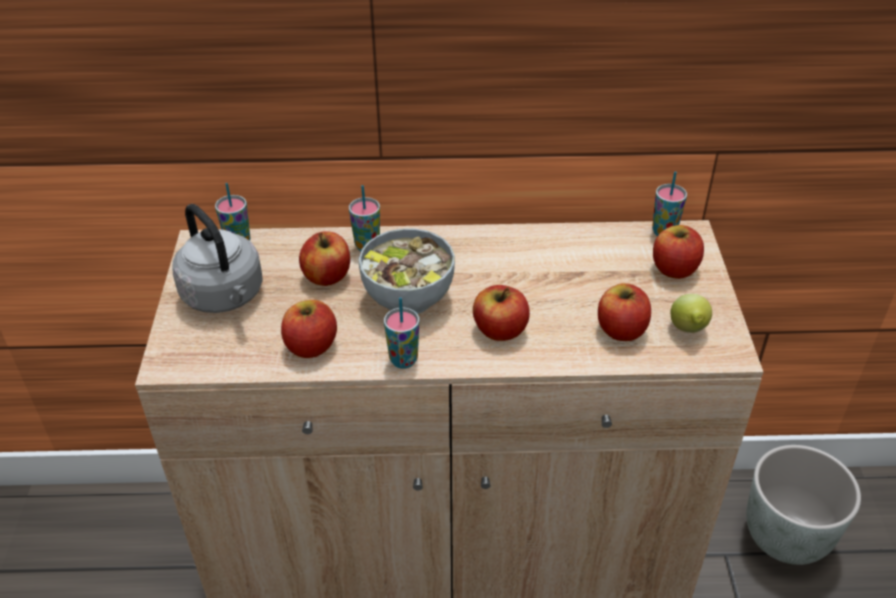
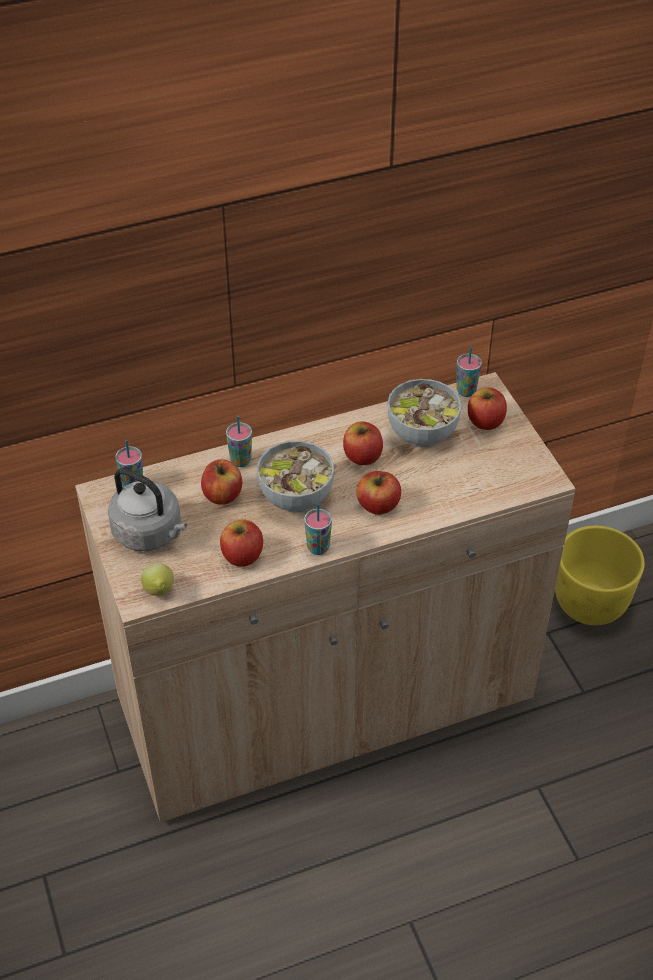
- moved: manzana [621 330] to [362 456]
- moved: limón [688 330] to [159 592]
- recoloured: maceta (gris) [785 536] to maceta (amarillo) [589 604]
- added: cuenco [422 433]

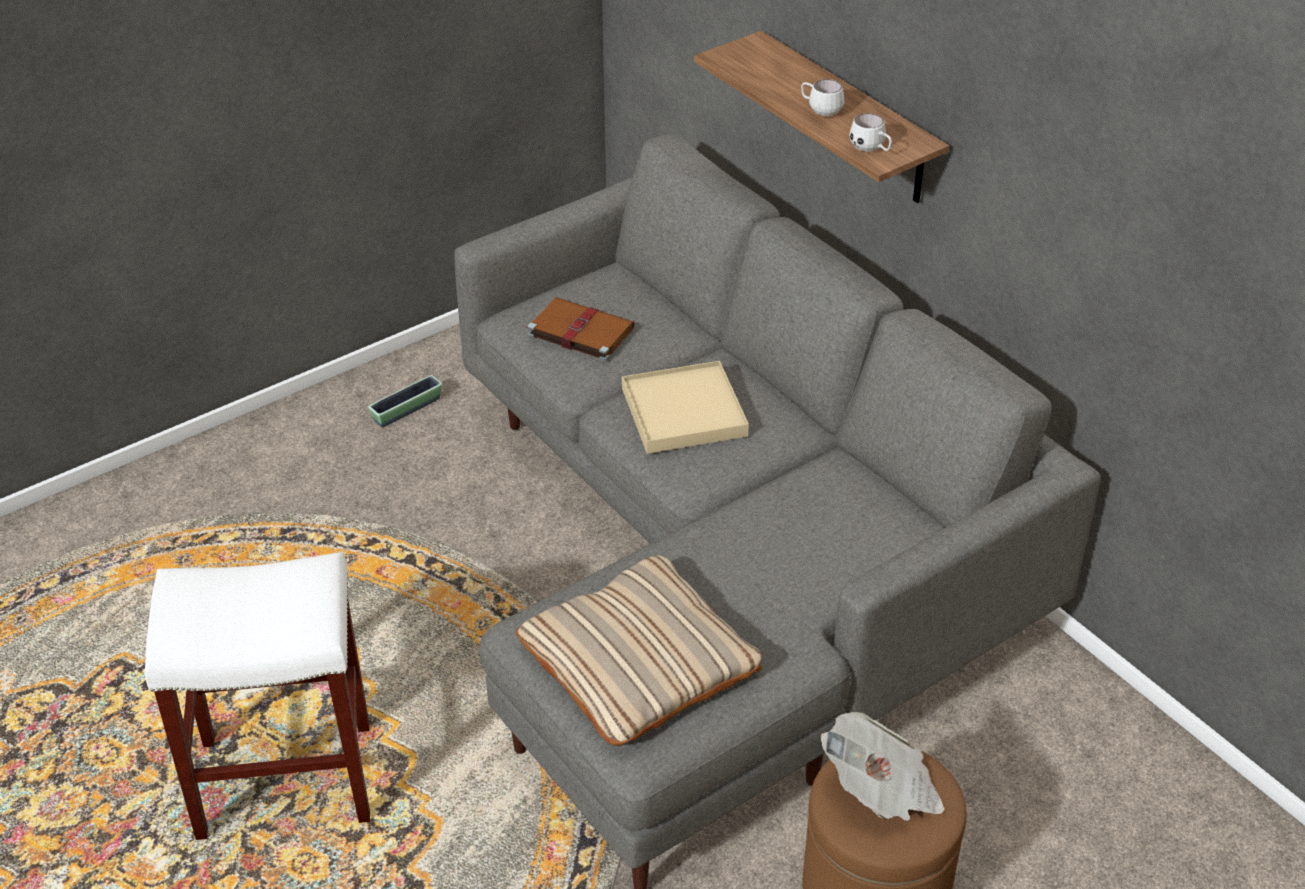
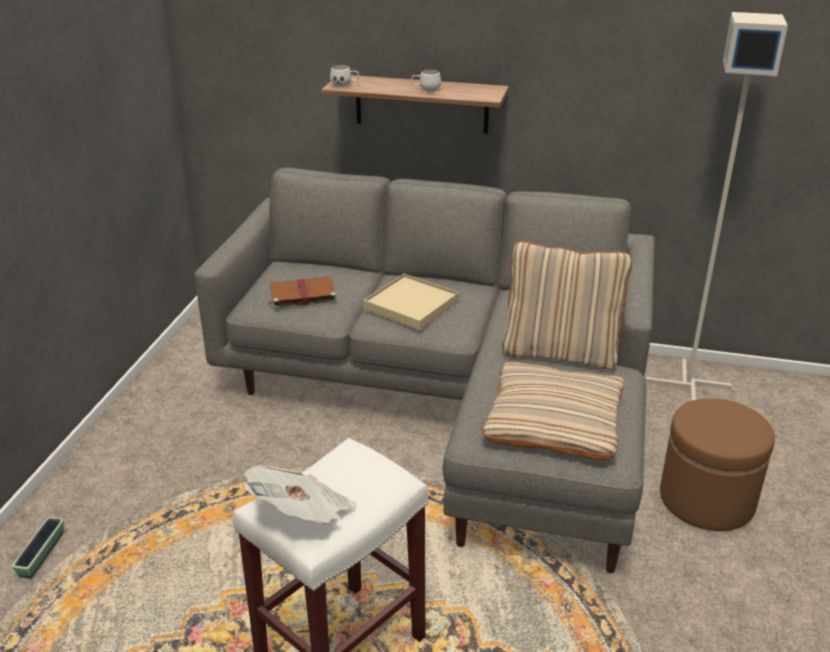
- moved: maceta [407 410] to [42 554]
- moved: periódico [881 790] to [302 515]
- moved: taza grande (blanco) [871 149] to [345 85]
- added: cojín (beis) [560 352]
- added: lámpara de pie (gris) [687 383]

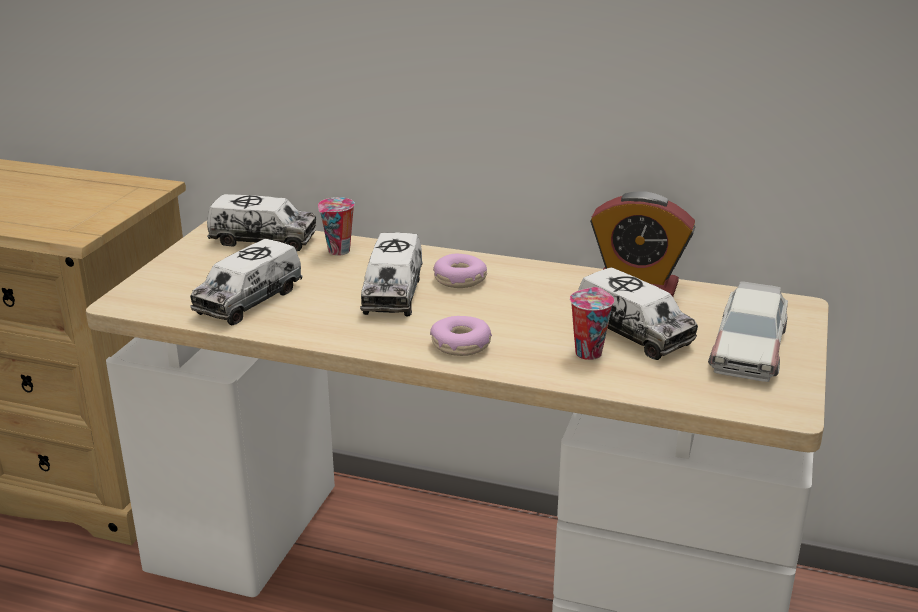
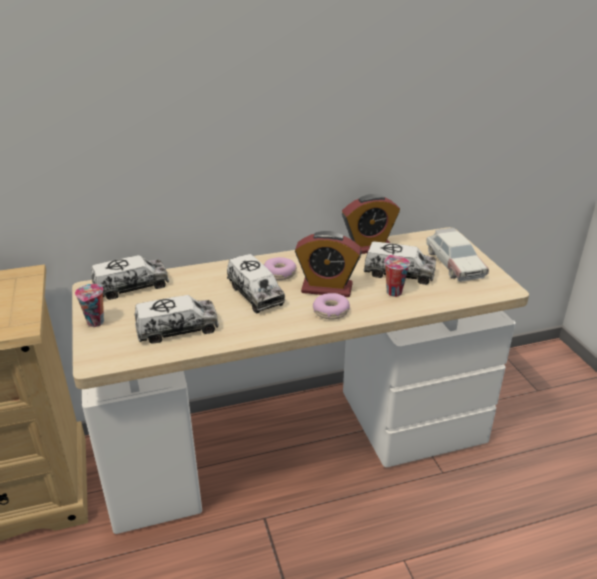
- turned: camión de juguete [249 300] = [177 329] 105 degrees counterclockwise
- moved: taza [338 251] to [96 323]
- added: despertador [327 288]

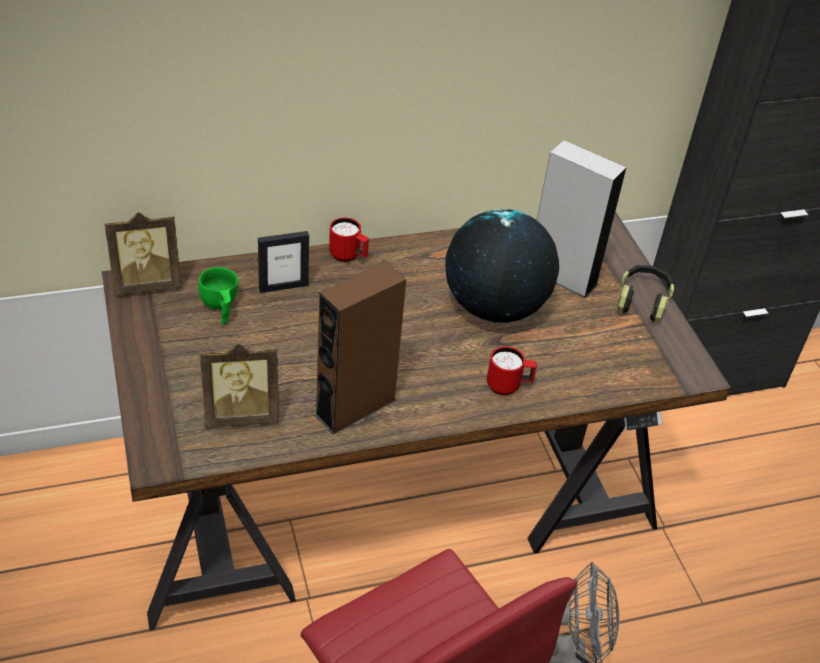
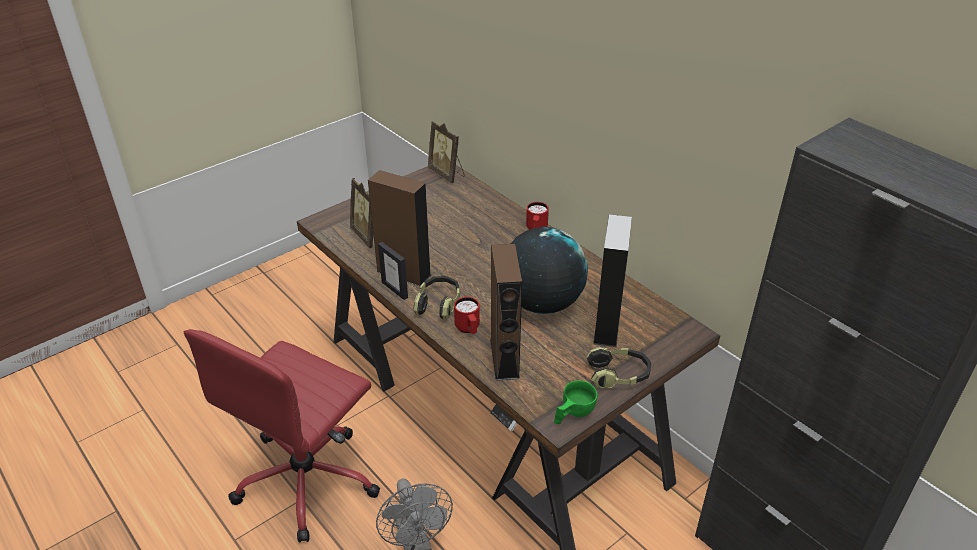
- moved: taza (verde) [220 308] to [572 414]
- moved: portarretratos [283 286] to [395 290]
- added: auriculares [438 304]
- added: altavoz (marrón) [504 358]

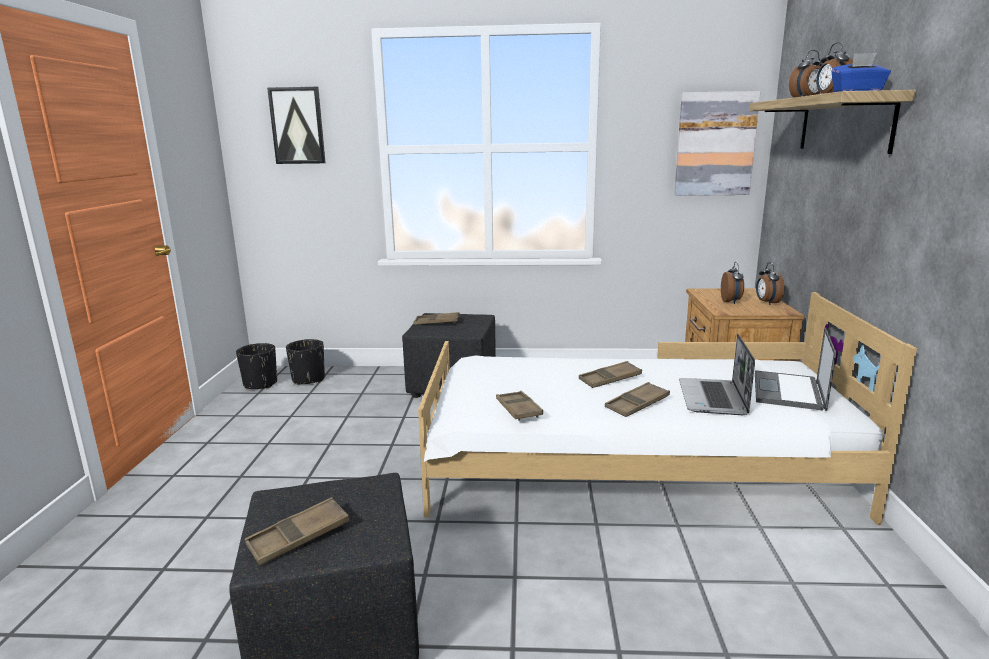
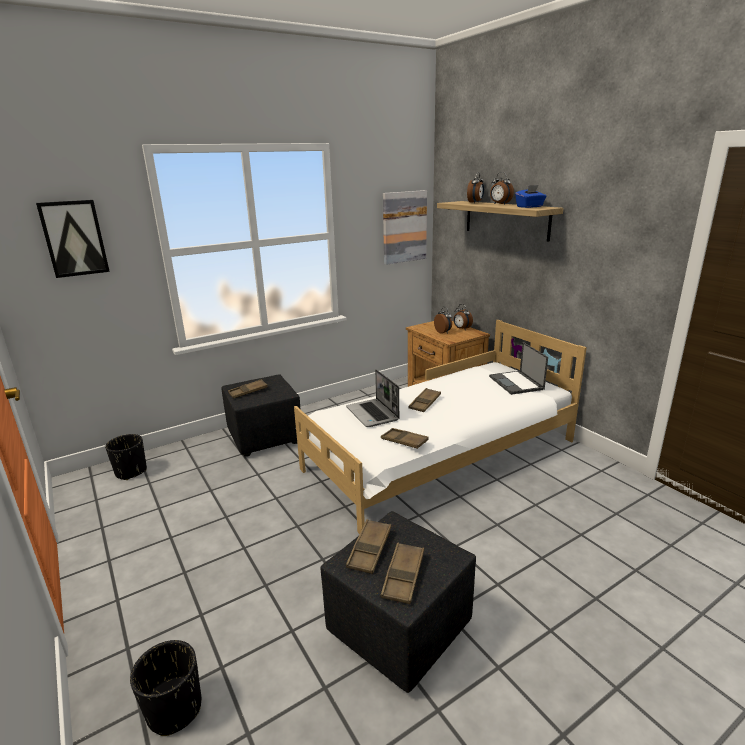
- moved: maceta (negro) [260 384] to [174 709]
- moved: bandeja (marrón) [637 404] to [369 549]
- moved: portátil [713 398] to [373 414]

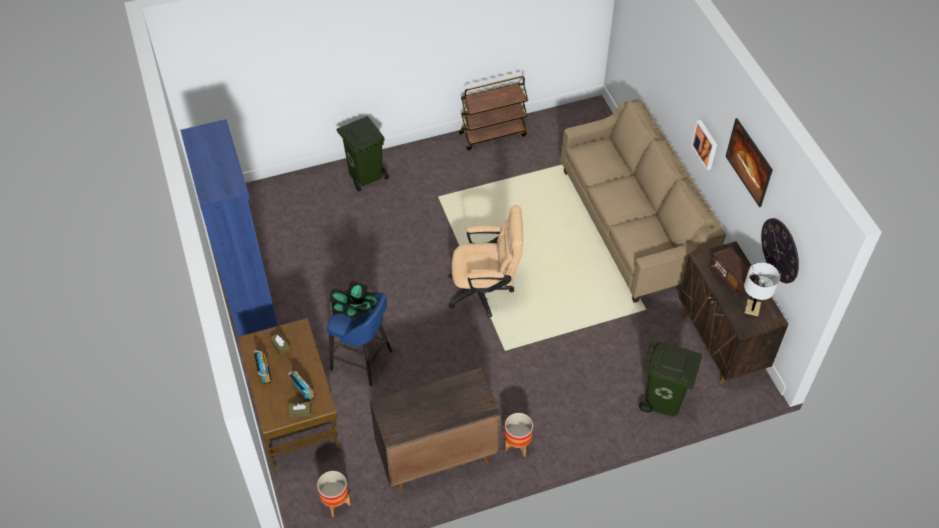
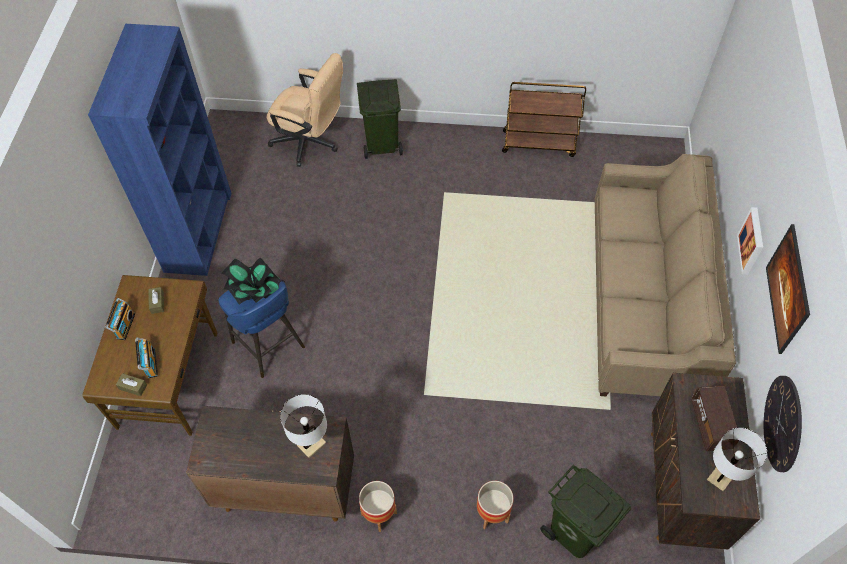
- moved: maceta [336 503] to [492 514]
- moved: silla de oficina (beis) [486 291] to [311 143]
- added: lámpara de mesa (blanco) [311 444]

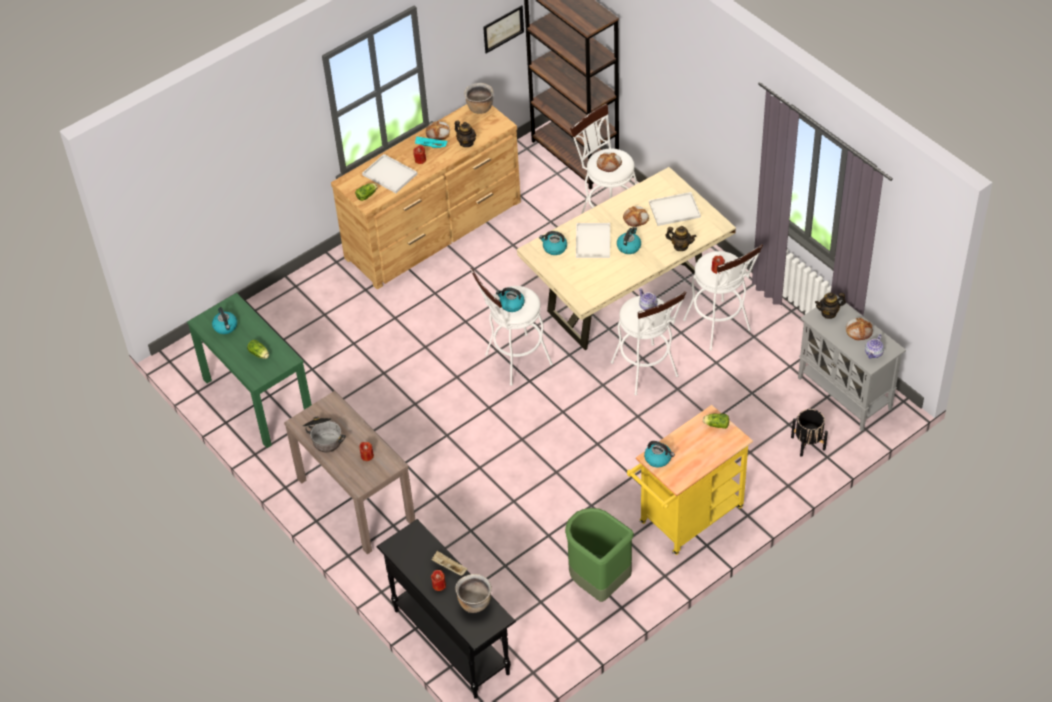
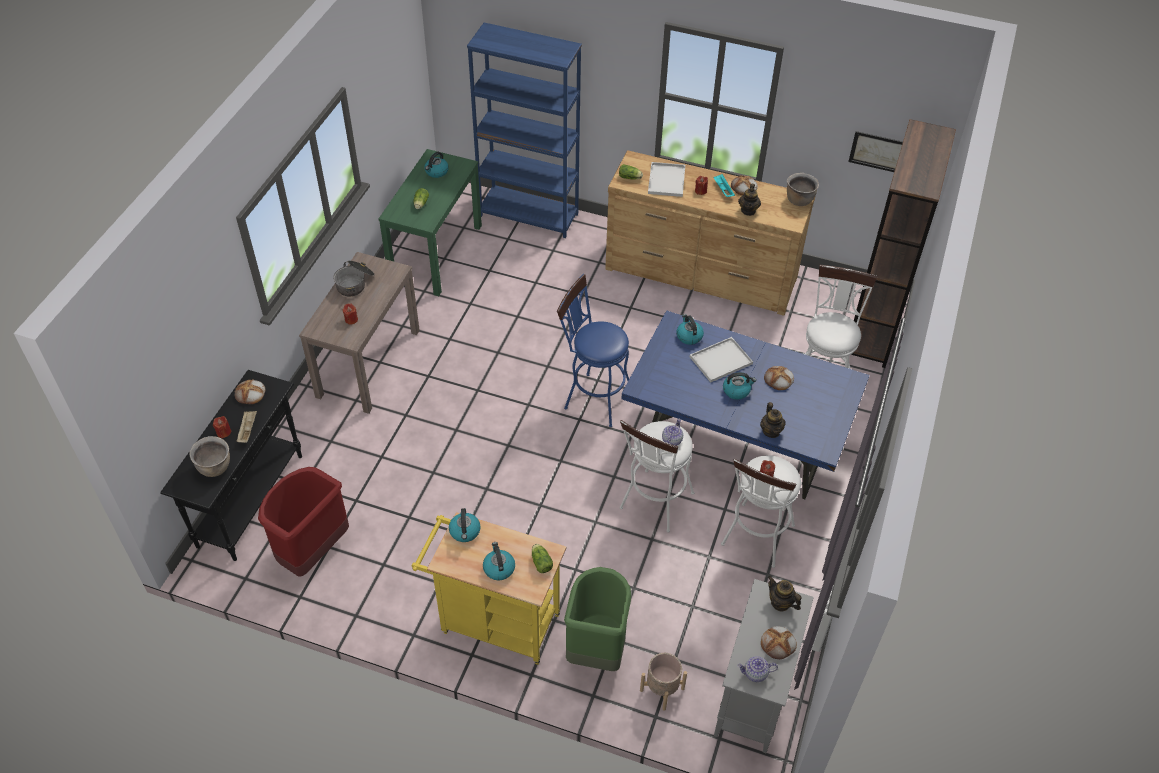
- recoloured: taburete (blanco) [513 362] to taburete (azul) [593 397]
- moved: hervidor [511 304] to [498 568]
- recoloured: mesa de comedor (beis) [626 297] to mesa de comedor (azul) [733 445]
- moved: papelera (verde) [598 583] to [596 650]
- moved: pan [609 163] to [250 394]
- removed: bandeja (blanco) [673 210]
- recoloured: maceta (negro) [808 443] to maceta (beis) [661 689]
- added: papelera (rojo) [311 551]
- added: estantería (azul) [529 215]

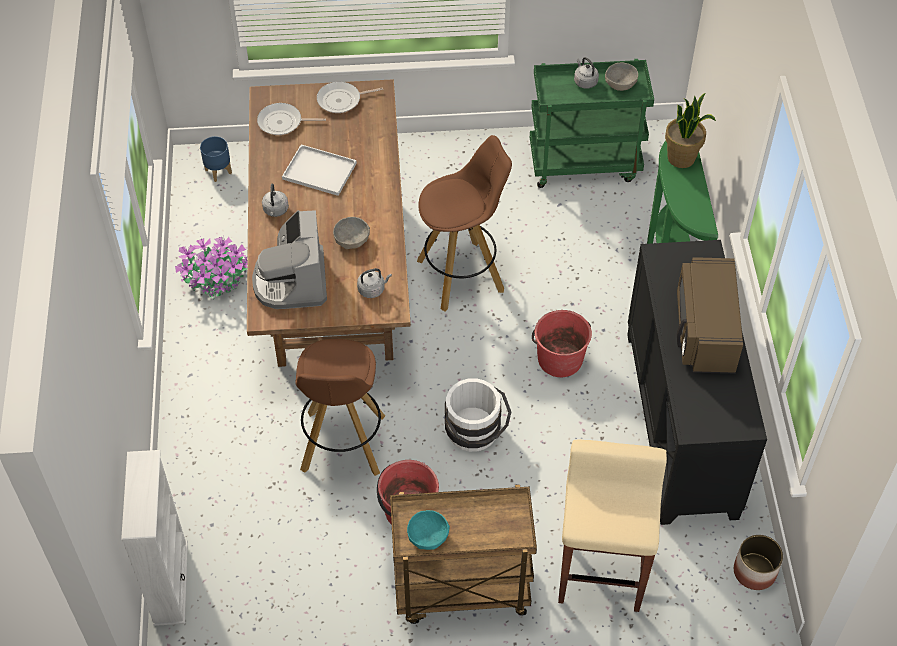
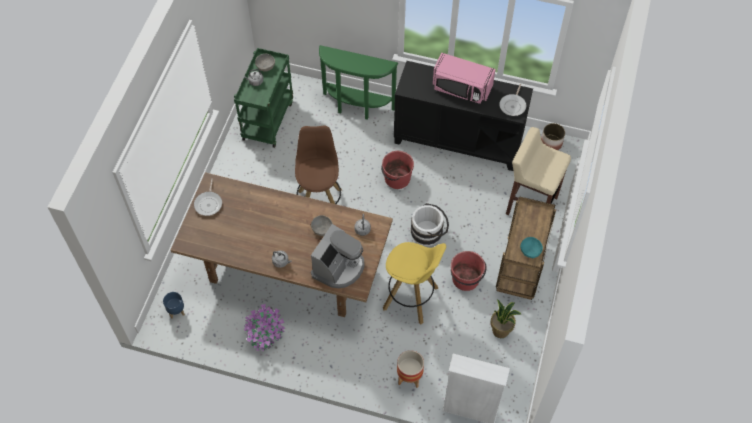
- turned: cafetera [292 281] = [339 267] 75 degrees counterclockwise
- moved: sartén [283 123] to [513 105]
- removed: bandeja (blanco) [318 171]
- recoloured: taburete (marrón) [343 445] to taburete (amarillo) [411 298]
- moved: planta en maceta [681 158] to [501 330]
- recoloured: microondas (marrón) [704 332] to microondas (rosa) [461 88]
- added: maceta [409 377]

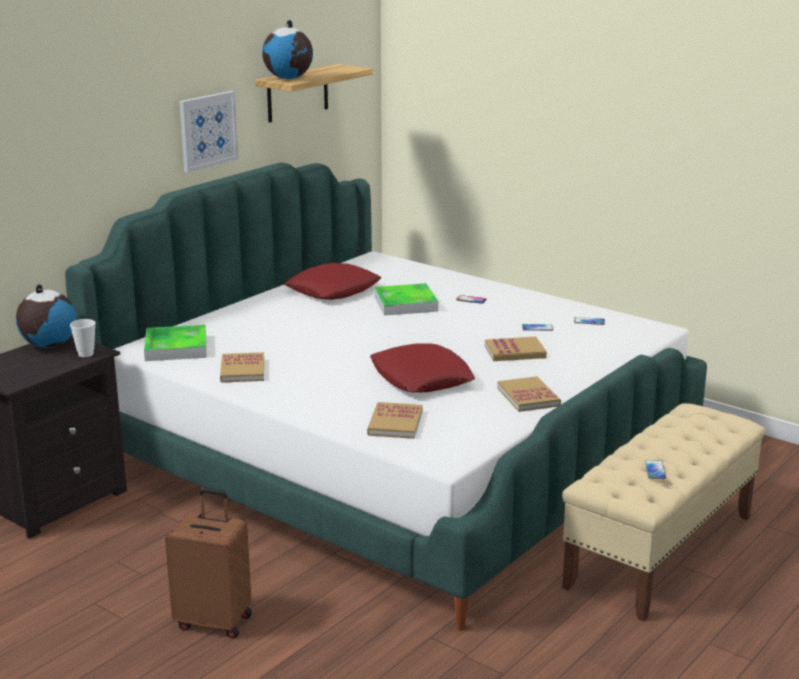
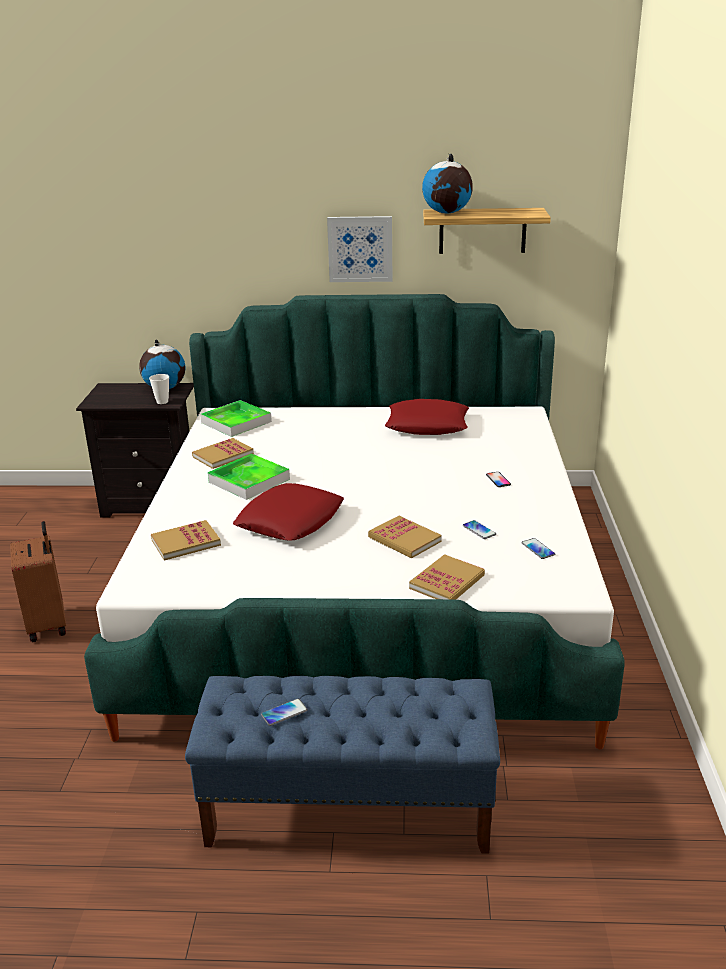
- moved: bandeja [405 304] to [249 480]
- moved: libro [528 397] to [447 582]
- recoloured: banco (beis) [660 550] to banco (azul) [349 809]

